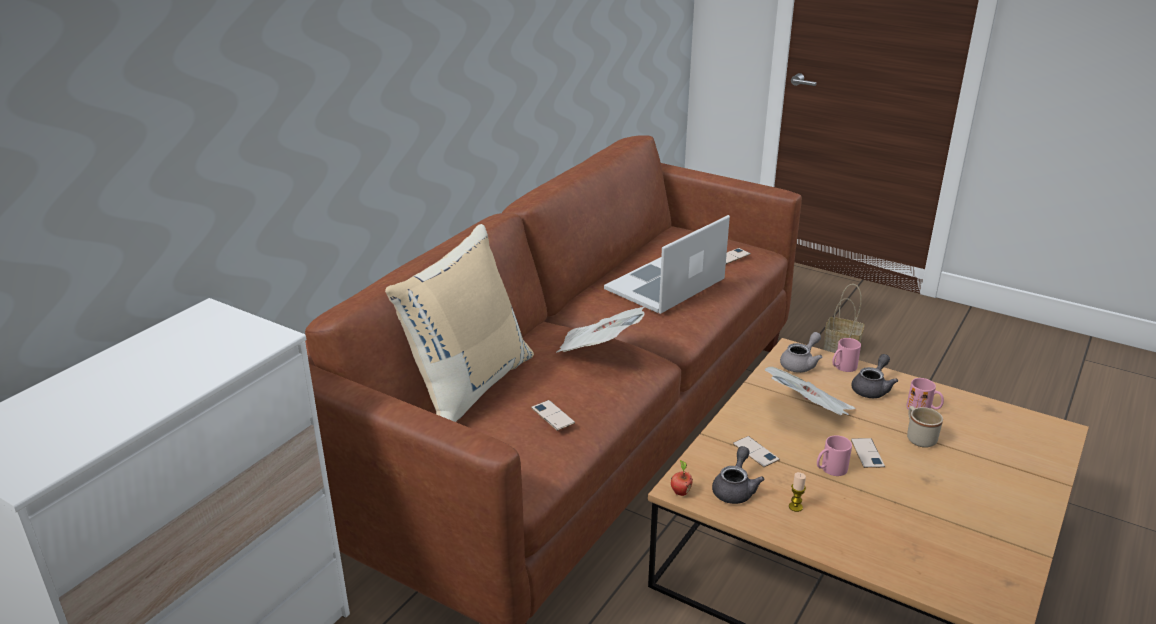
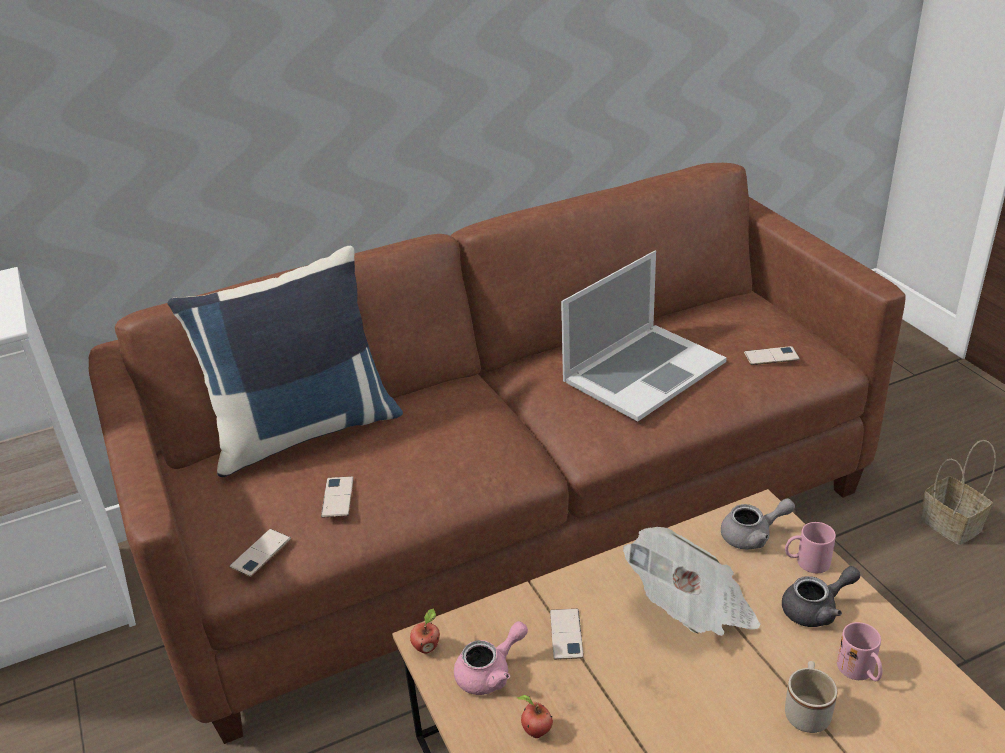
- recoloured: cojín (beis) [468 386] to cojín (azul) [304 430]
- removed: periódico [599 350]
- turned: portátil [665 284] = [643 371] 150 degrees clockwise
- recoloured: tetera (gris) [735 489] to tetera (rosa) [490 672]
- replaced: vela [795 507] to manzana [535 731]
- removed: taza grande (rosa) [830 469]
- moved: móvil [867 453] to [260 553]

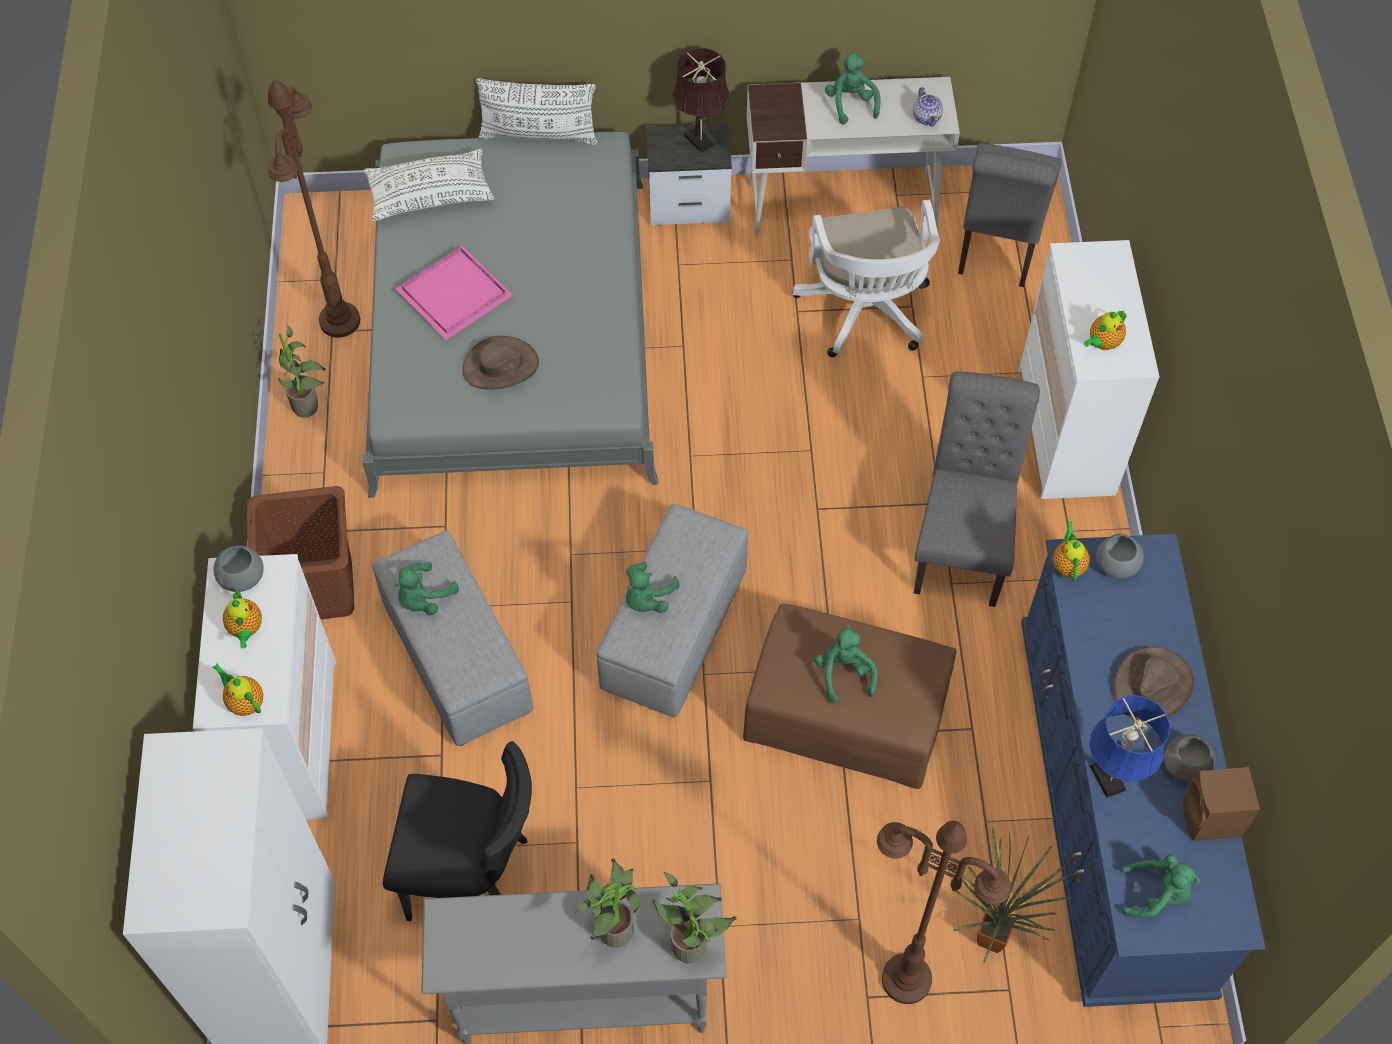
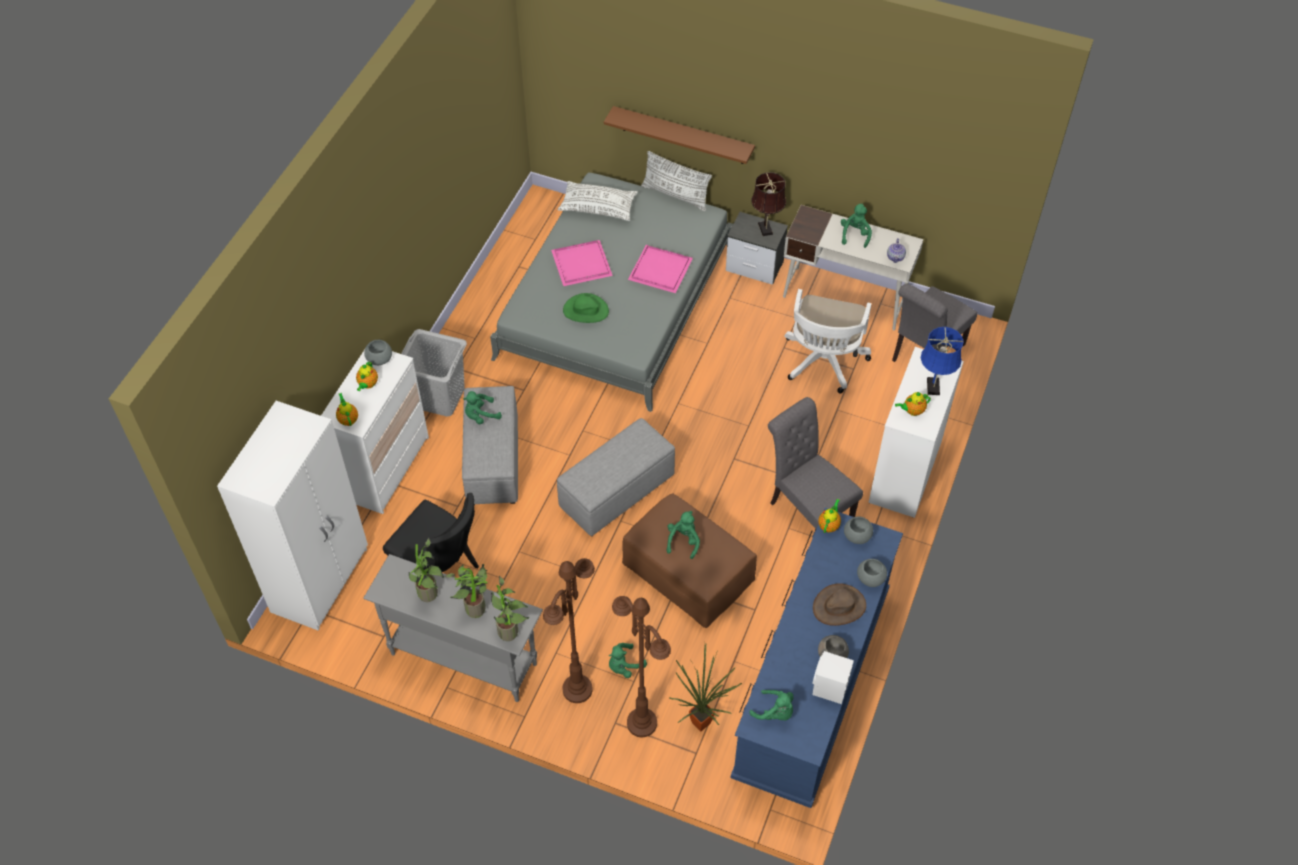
- recoloured: cesto de la ropa (marrón) [317 589] to cesto de la ropa (gris) [439 397]
- moved: lámpara de pie (marrón) [340 321] to [577 690]
- moved: planta en maceta [310 407] to [431 595]
- recoloured: sombrero (marrón) [500 366] to sombrero (verde) [585 311]
- moved: peluche (verde) [647 598] to [624 666]
- turned: silla (gris) [962 544] = [806 509] 75 degrees counterclockwise
- moved: lámpara de mesa (azul) [1109 781] to [933 388]
- recoloured: altavoz (marrón) [1211 820] to altavoz (blanco) [829 689]
- added: estante (marrón) [683 135]
- added: bandeja (rosa) [659 270]
- added: cuenco (gris) [870 578]

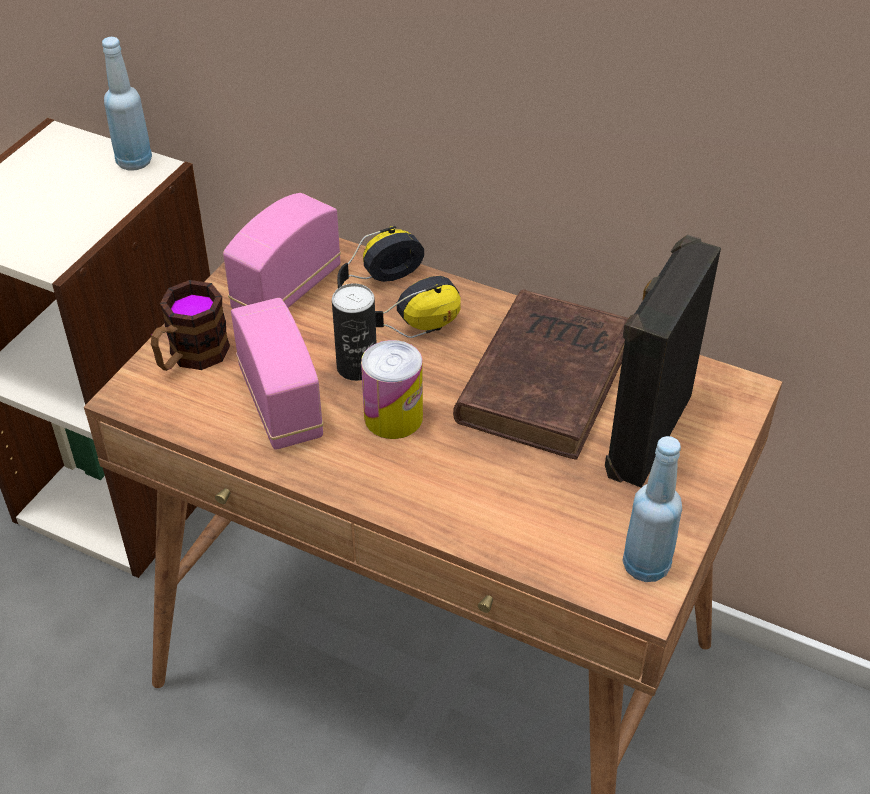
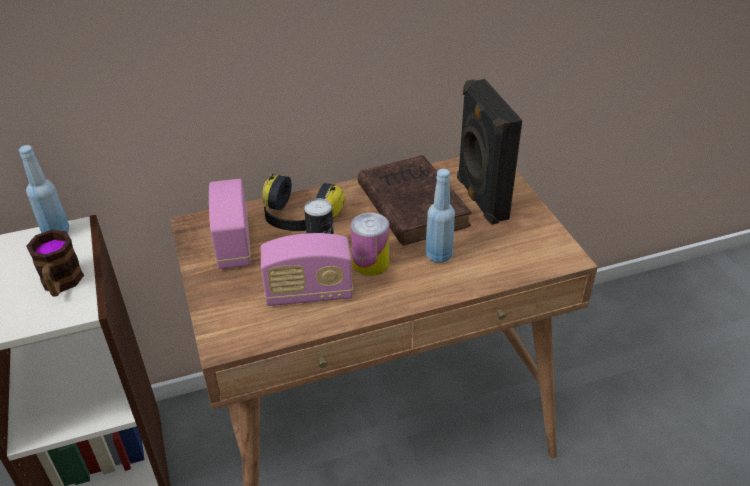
- moved: taza grande [190 357] to [61 284]
- turned: radio [281 404] = [309 293] 150 degrees clockwise
- moved: botella (azul) [646 565] to [438 255]

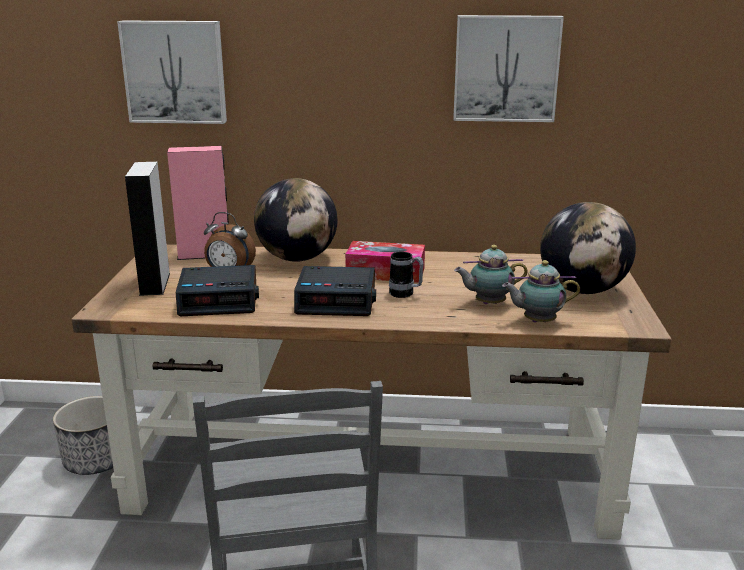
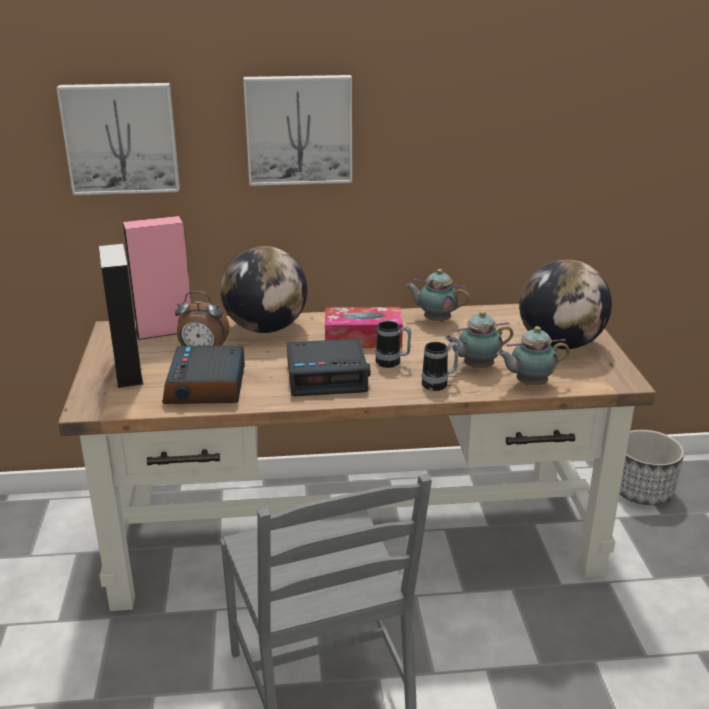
- moved: maceta [95 460] to [642 491]
- turned: despertador [220 300] = [206 386] 105 degrees clockwise
- moved: cuadro [505 68] to [299 129]
- added: tetera [435 320]
- added: taza grande [439 384]

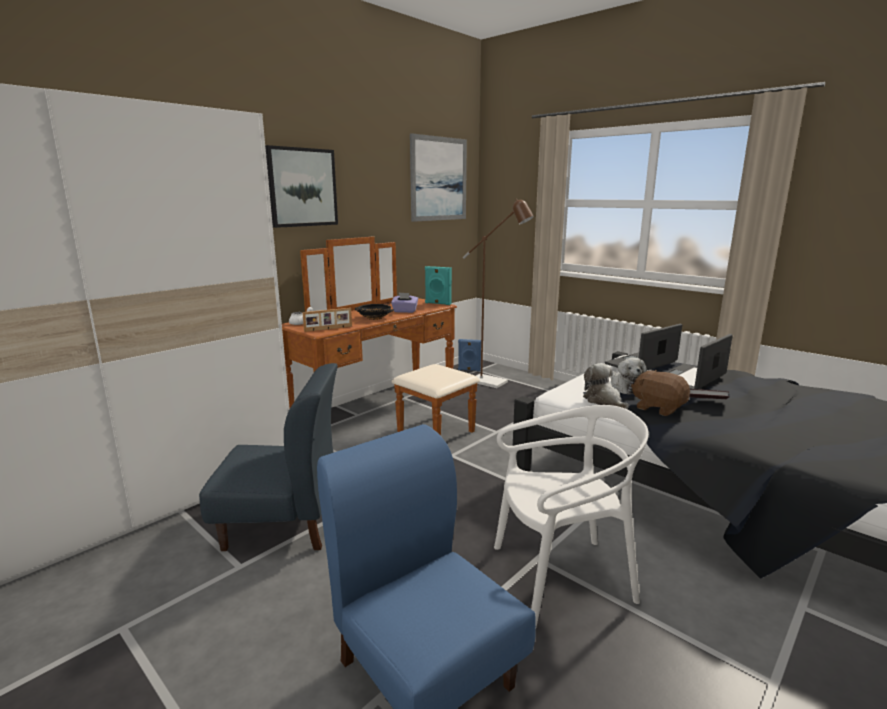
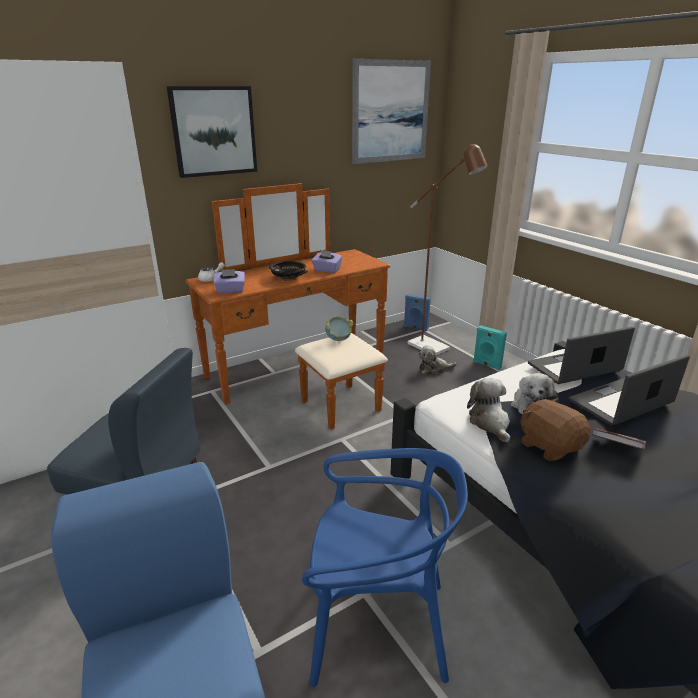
- replaced: portarretratos [328 329] to caja de pañuelos (morado) [230 290]
- moved: altavoz (turquesa) [438 303] to [486 365]
- recoloured: silla (blanco) [561 578] to silla (azul) [377 625]
- added: cuenco [338 340]
- added: peluche [434 369]

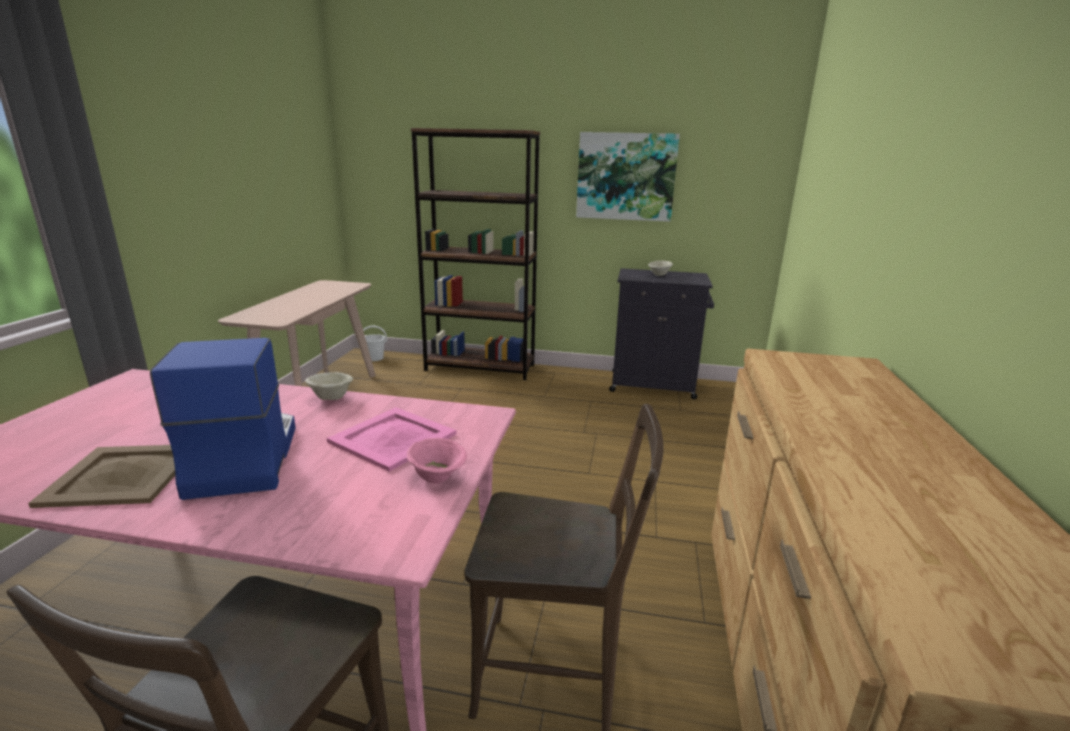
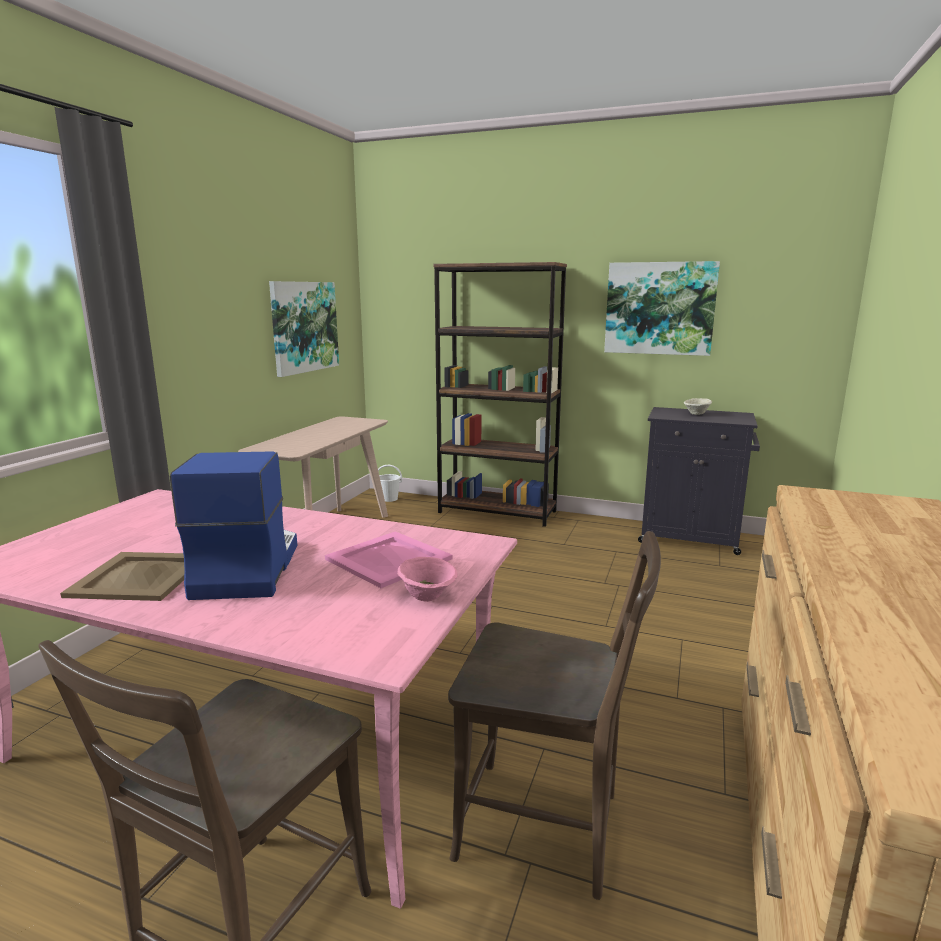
- removed: cuenco (beis) [331 398]
- added: cuadro [304 327]

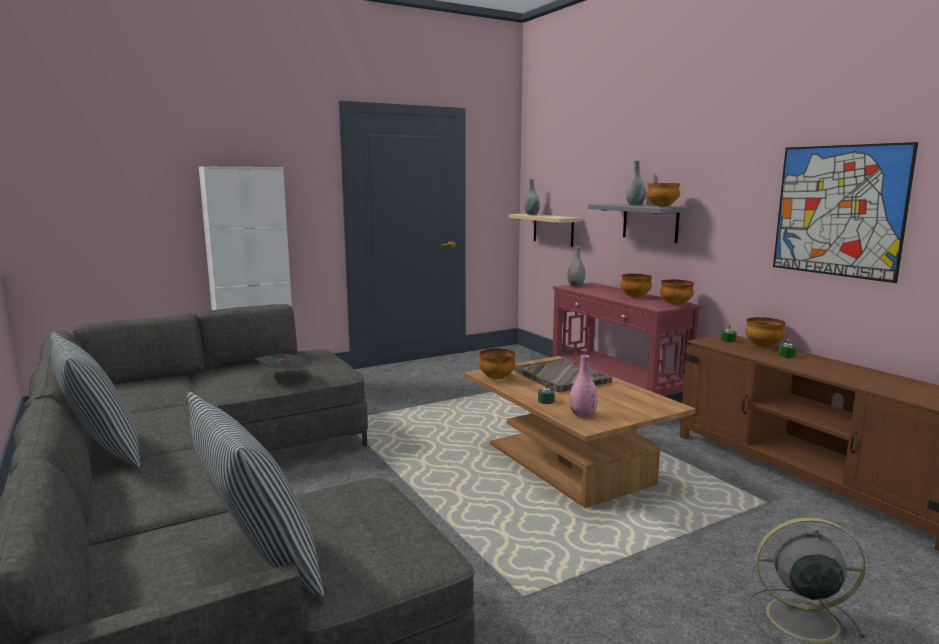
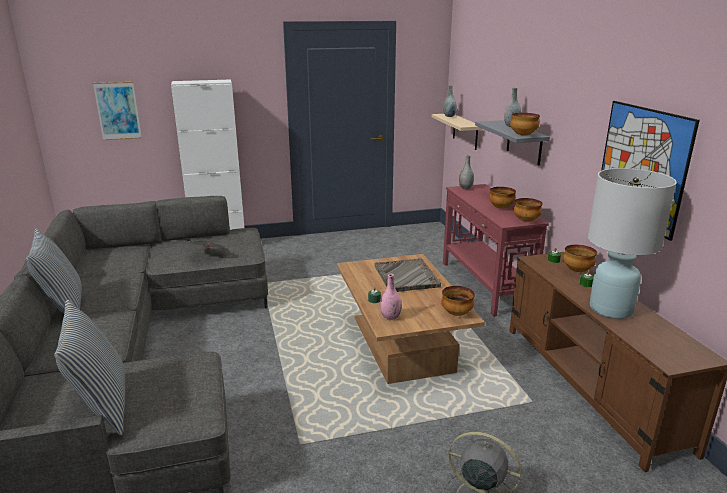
- moved: cuenco [497 378] to [456 313]
- added: cuadro [118 111]
- added: lámpara de mesa (blanco) [611 309]

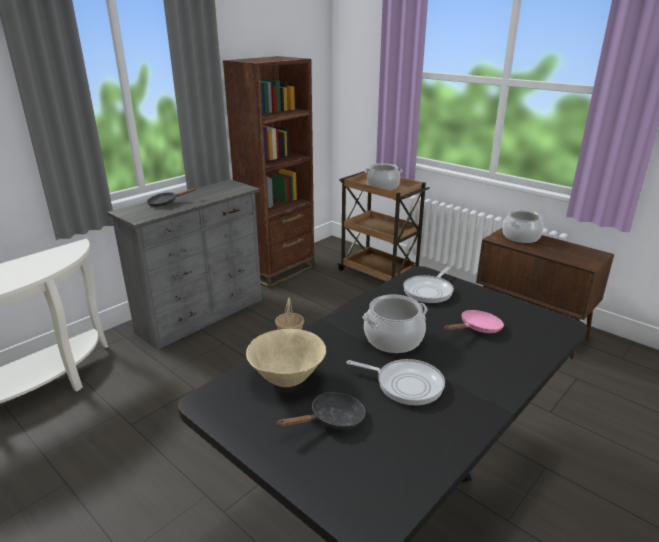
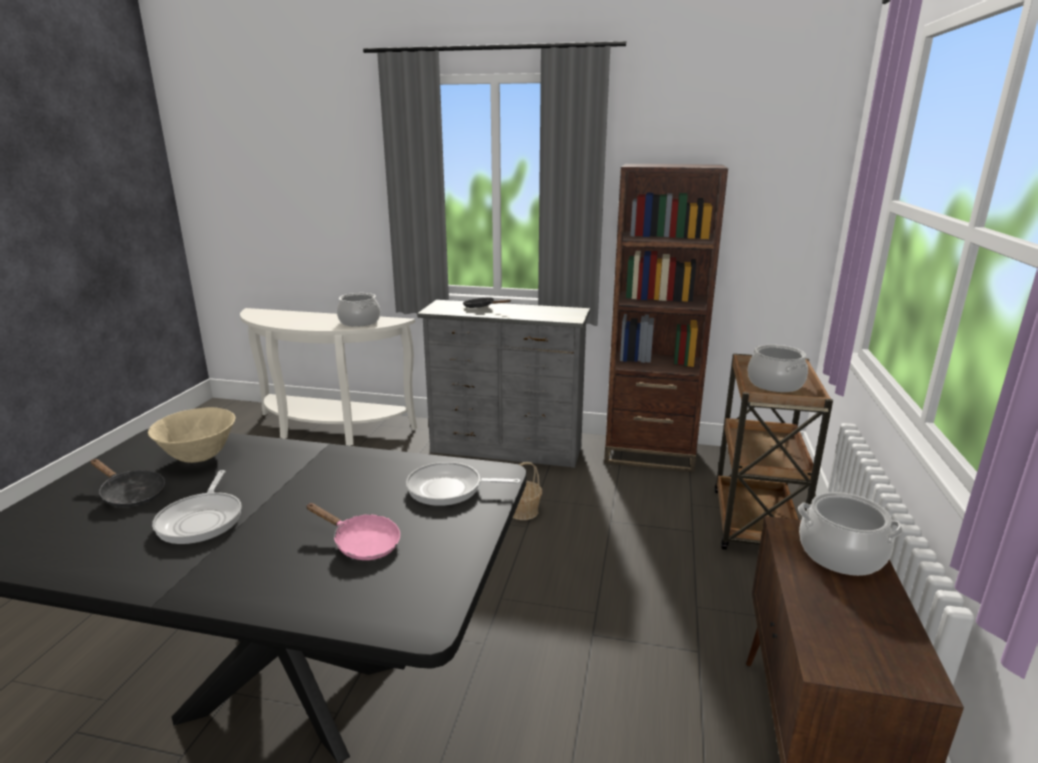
- moved: olla [393 339] to [359 322]

